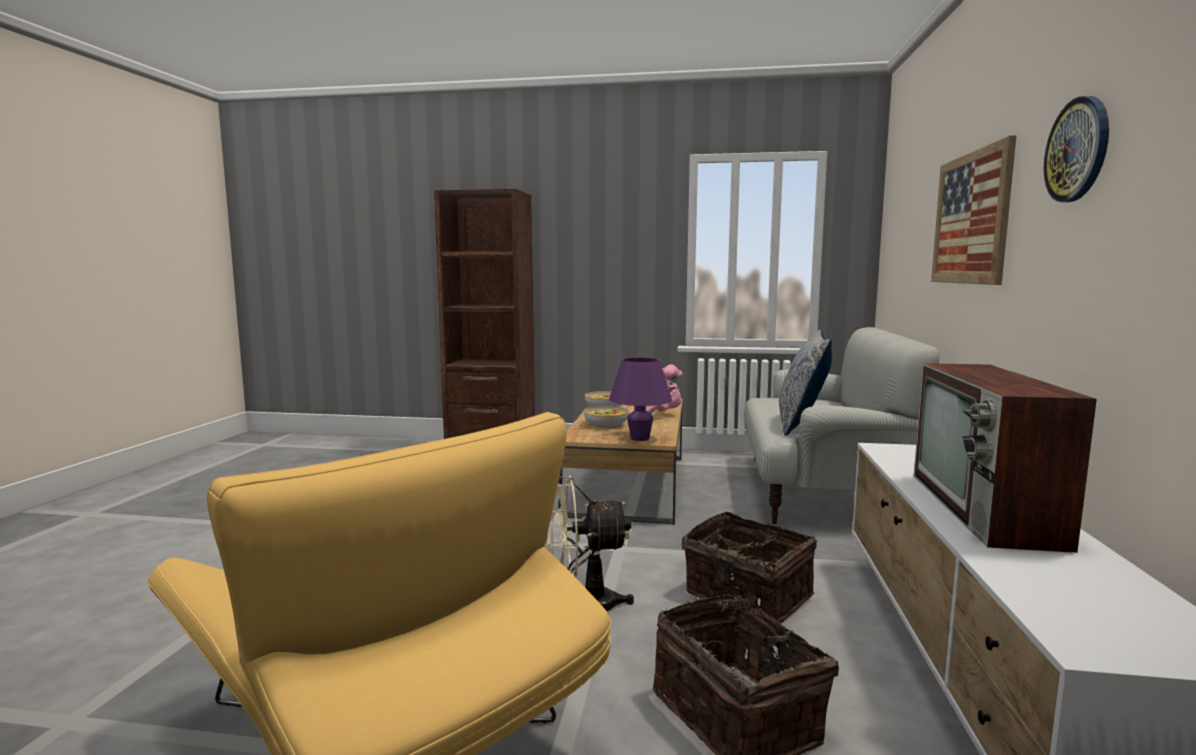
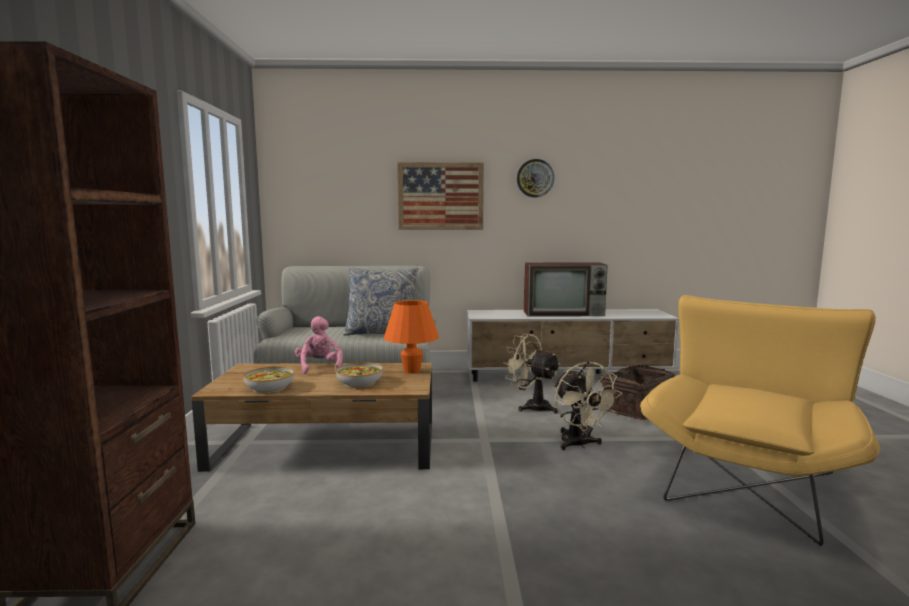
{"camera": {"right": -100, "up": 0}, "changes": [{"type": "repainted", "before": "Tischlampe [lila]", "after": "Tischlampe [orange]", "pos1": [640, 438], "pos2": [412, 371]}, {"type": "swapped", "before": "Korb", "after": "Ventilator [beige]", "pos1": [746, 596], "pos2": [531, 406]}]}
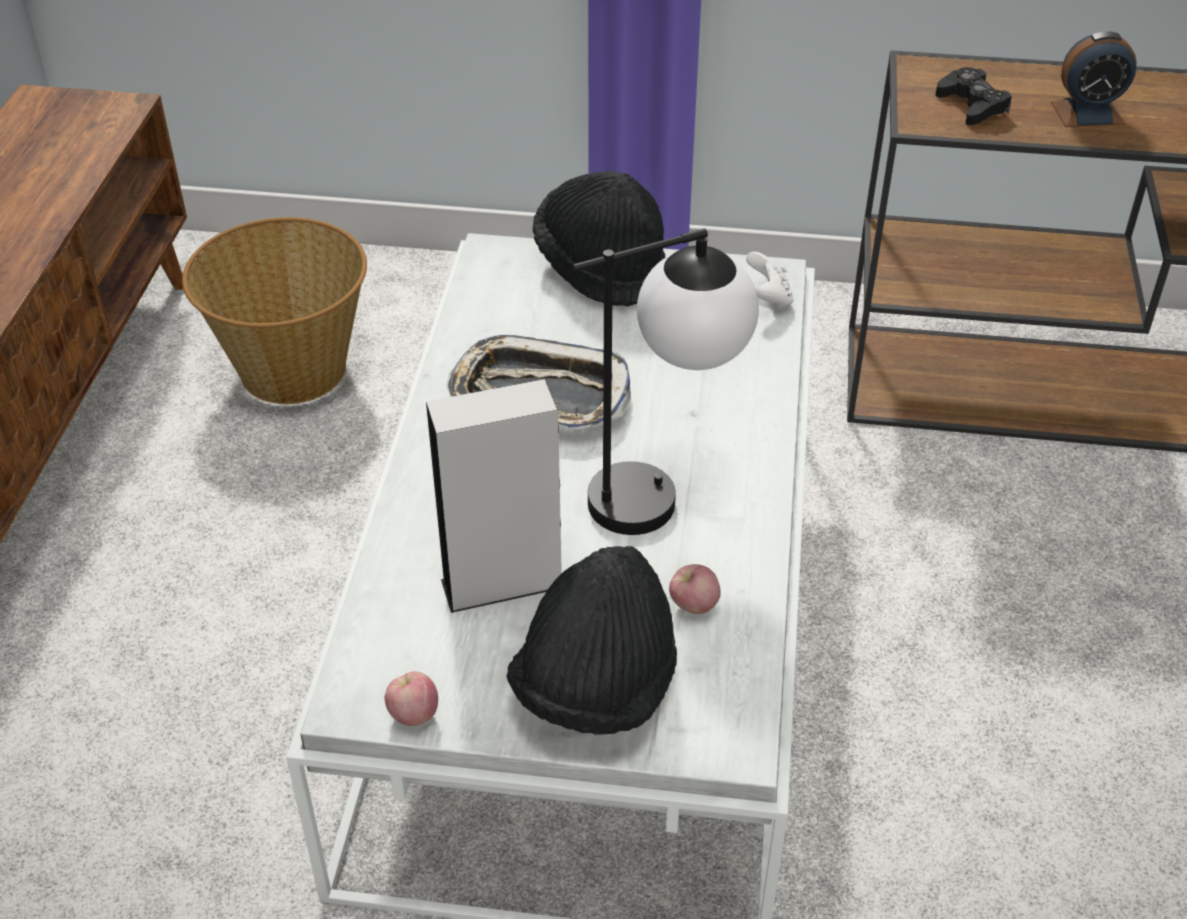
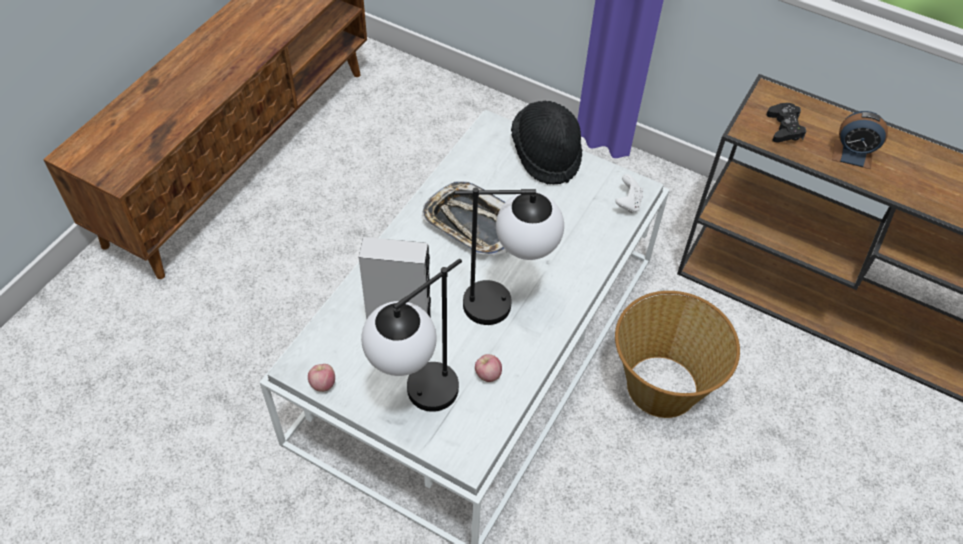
{"camera": {"right": 20, "up": 10}, "changes": [{"type": "shifted", "before": "Korb", "pos1": [292, 368], "pos2": [661, 385]}, {"type": "swapped", "before": "Hut [schwarz]", "after": "Tischlampe", "pos1": [596, 687], "pos2": [416, 402]}]}
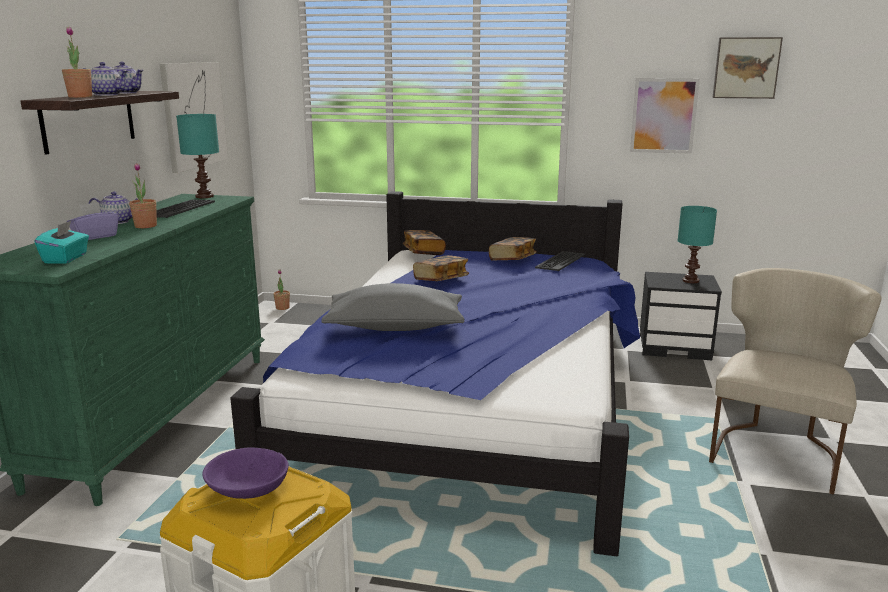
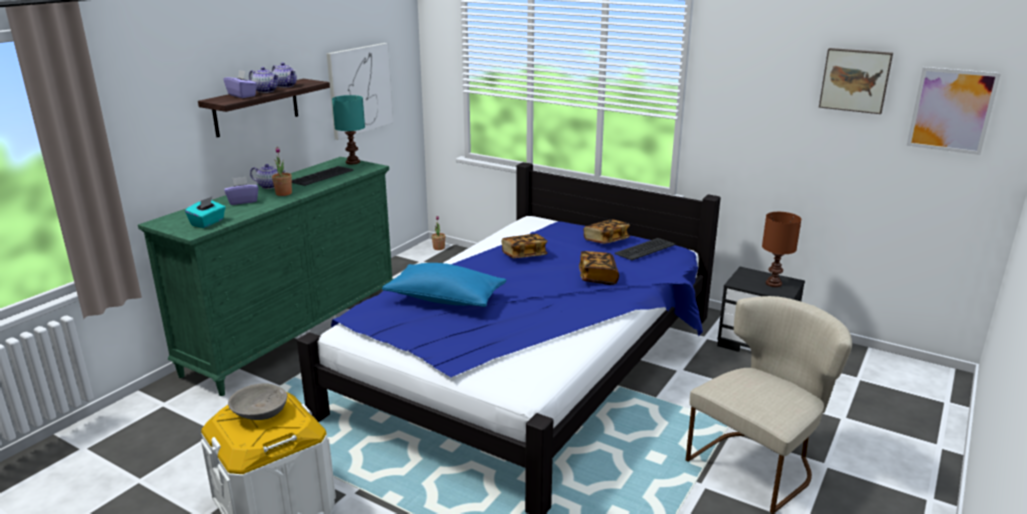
{"camera": {"right": 20, "up": 5}, "changes": [{"type": "swapped", "before": "Topfpflanze", "after": "Taschentuchbox [lila]", "pos1": [80, 97], "pos2": [242, 95]}, {"type": "repainted", "before": "Schüssel [lila]", "after": "Schüssel [grau]", "pos1": [247, 488], "pos2": [259, 412]}, {"type": "repainted", "before": "Kissen [grau]", "after": "Kissen [blau]", "pos1": [395, 327], "pos2": [445, 299]}, {"type": "shifted", "before": "Buch", "pos1": [423, 252], "pos2": [598, 277]}, {"type": "shifted", "before": "Bild", "pos1": [663, 115], "pos2": [951, 110]}, {"type": "repainted", "before": "Tischlampe [türkis]", "after": "Tischlampe [braun]", "pos1": [691, 280], "pos2": [774, 283]}]}
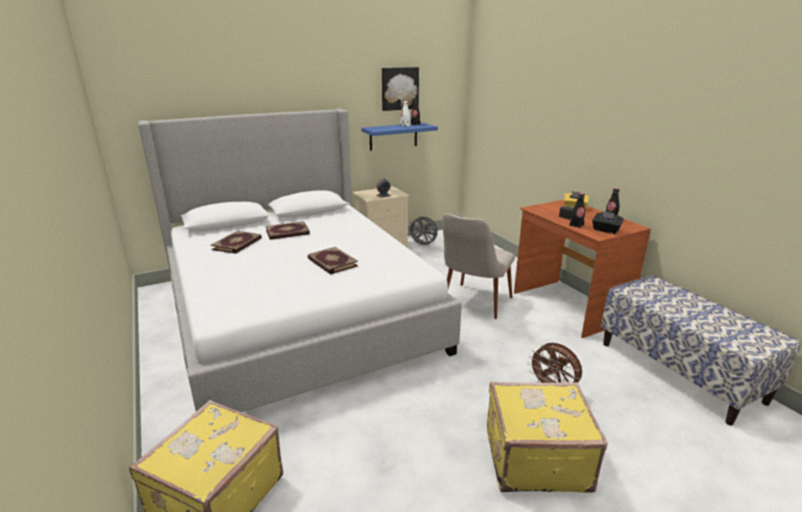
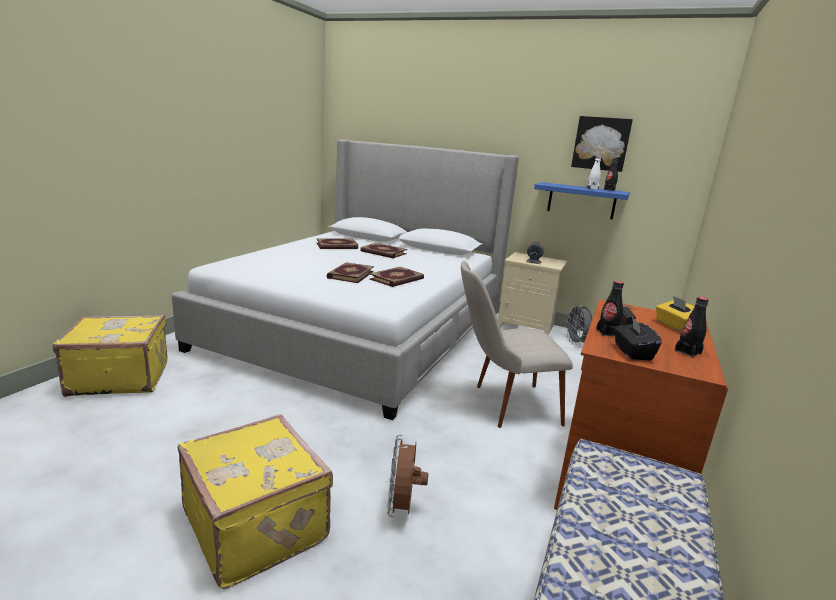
{"camera": {"right": 50, "up": -5}, "changes": [{"type": "new", "after": "Buch", "pos2": [397, 279]}]}
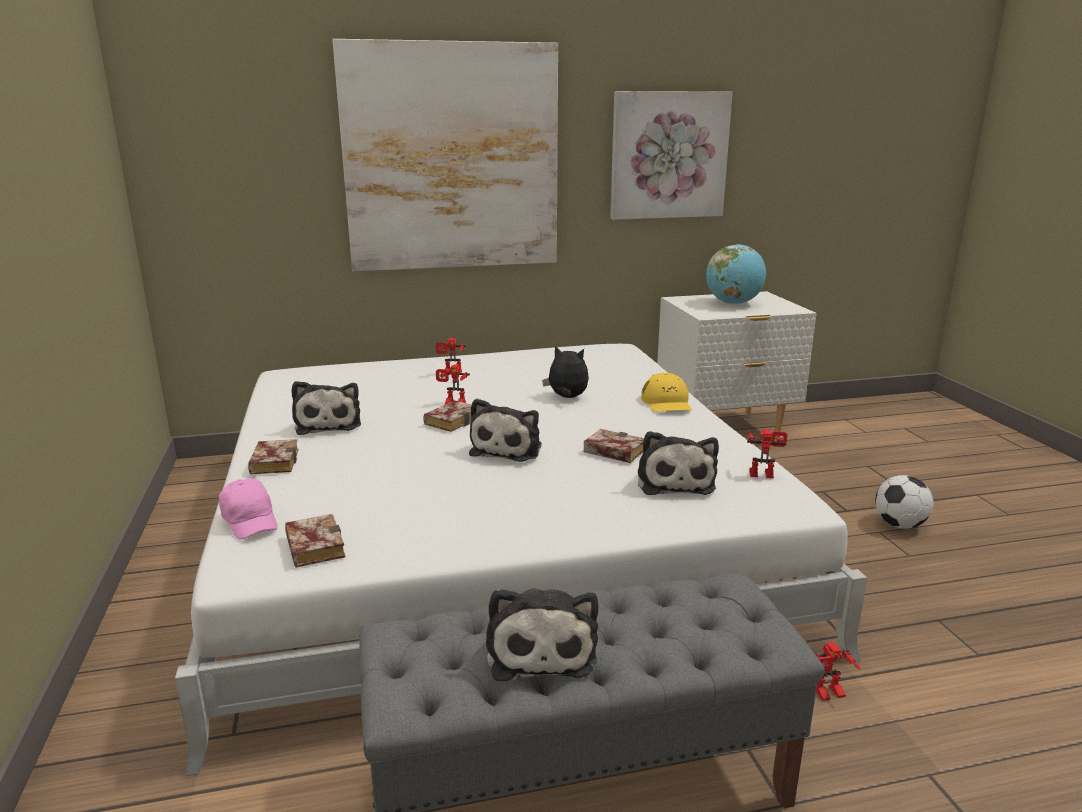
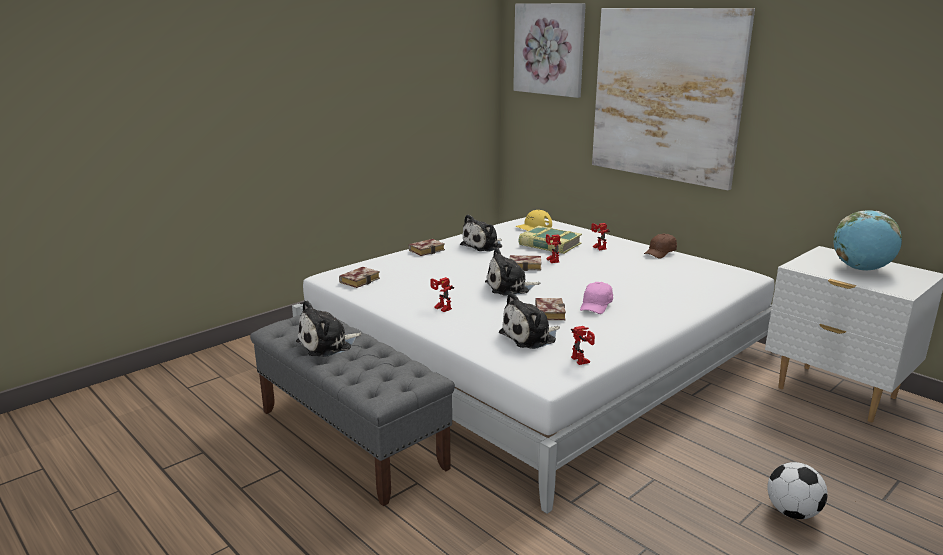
{"camera": {"right": 60, "up": 0}, "changes": [{"type": "shifted", "before": "Kappe [rosa]", "pos1": [250, 521], "pos2": [596, 306]}, {"type": "gone", "before": "Plüschtier", "pos1": [567, 397]}, {"type": "shifted", "before": "Bild", "pos1": [668, 155], "pos2": [549, 49]}, {"type": "shifted", "before": "Kappe [gelb]", "pos1": [667, 402], "pos2": [534, 226]}, {"type": "shifted", "before": "Spielzeugroboter", "pos1": [829, 695], "pos2": [440, 308]}, {"type": "new", "after": "Buch", "pos2": [549, 245]}, {"type": "new", "after": "Kappe [braun]", "pos2": [660, 253]}]}
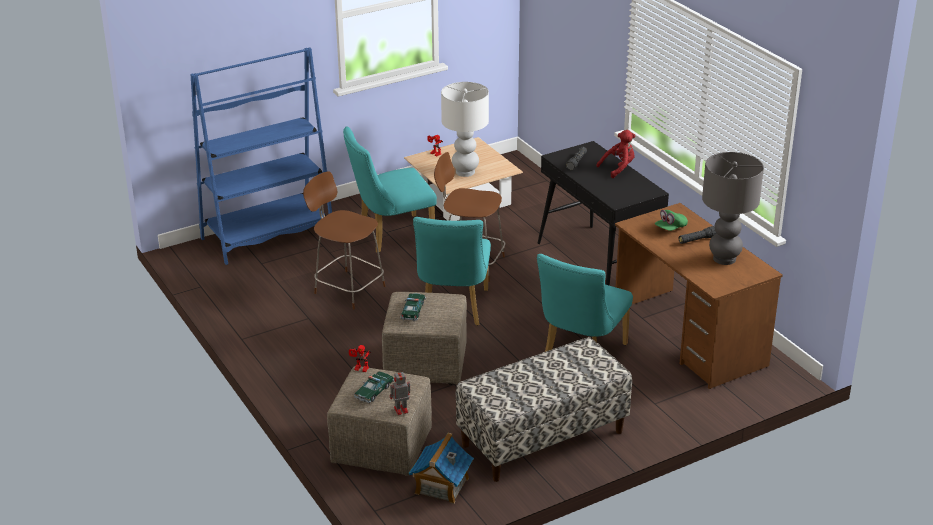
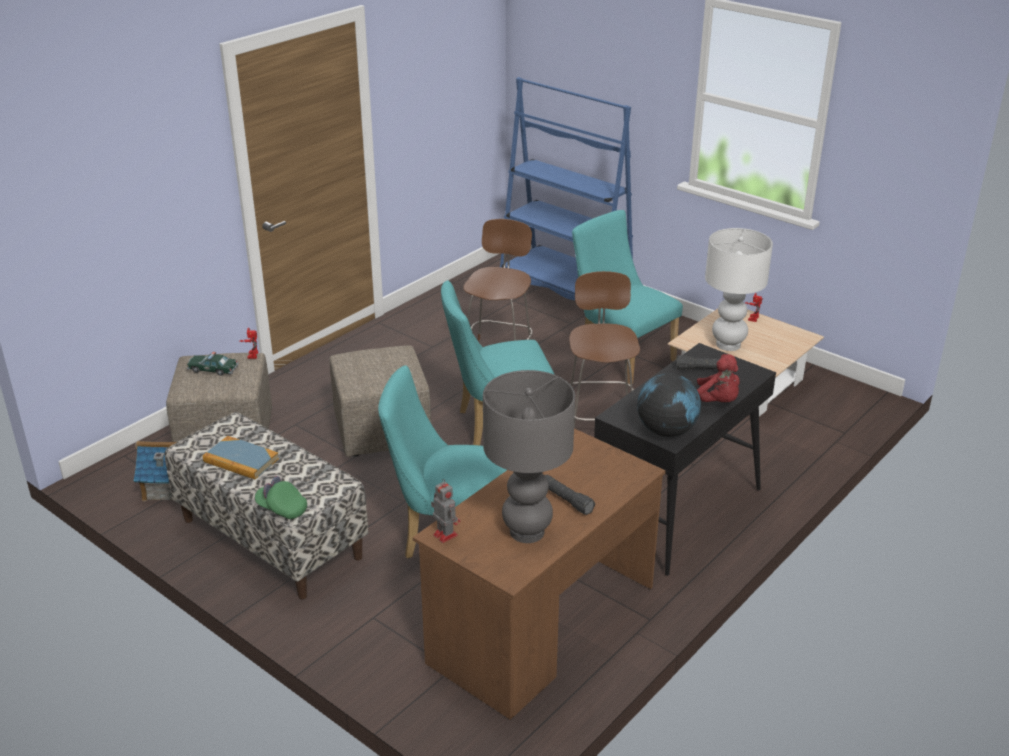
{"camera": {"right": 70, "up": 0}, "changes": [{"type": "shifted", "before": "Spielzeugroboter", "pos1": [400, 410], "pos2": [444, 534]}, {"type": "gone", "before": "Spielzeugauto", "pos1": [413, 311]}, {"type": "shifted", "before": "Kappe [grün]", "pos1": [670, 228], "pos2": [282, 508]}, {"type": "new", "after": "Buch", "pos2": [241, 460]}, {"type": "new", "after": "Globus", "pos2": [666, 431]}]}
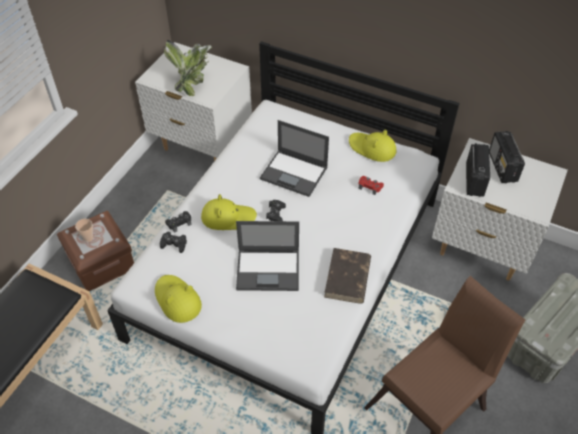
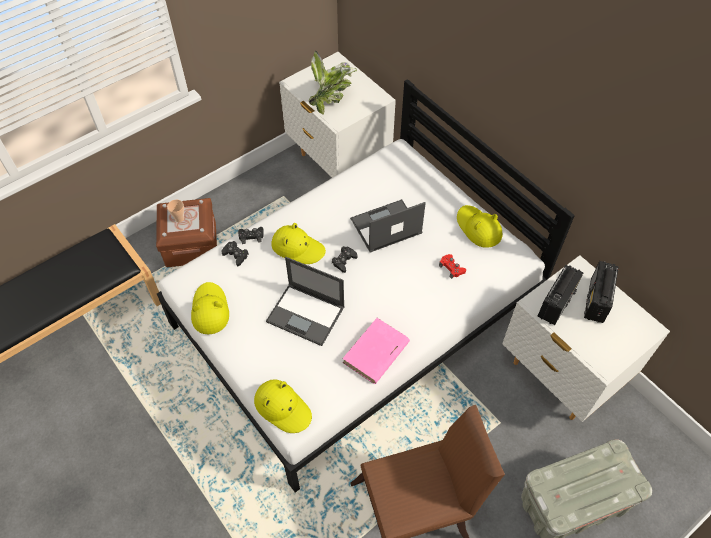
{"camera": {"right": 25, "up": 5}, "changes": [{"type": "rotated", "before": "Laptop", "pos1": [294, 173], "pos2": [385, 226], "turn": 105}, {"type": "repainted", "before": "Buch [braun]", "after": "Buch [rosa]", "pos1": [347, 278], "pos2": [375, 353]}, {"type": "new", "after": "Hut [gelb]", "pos2": [283, 408]}]}
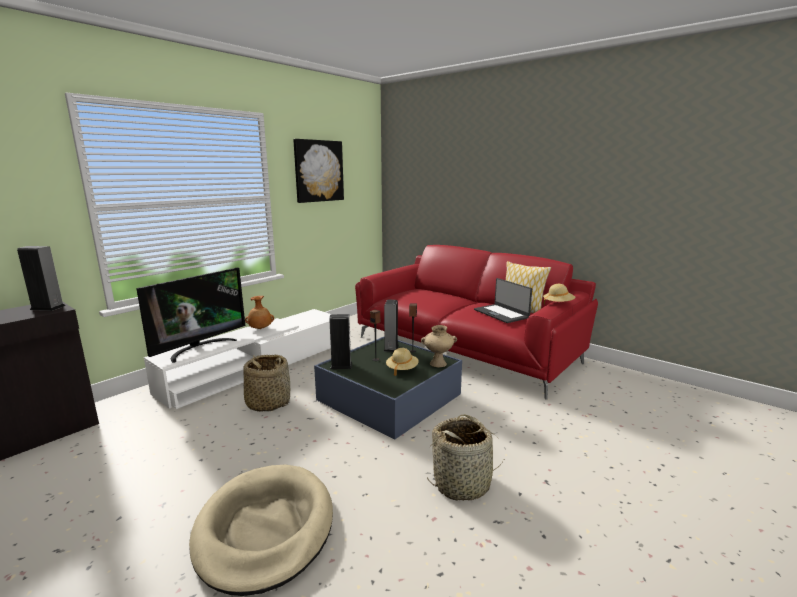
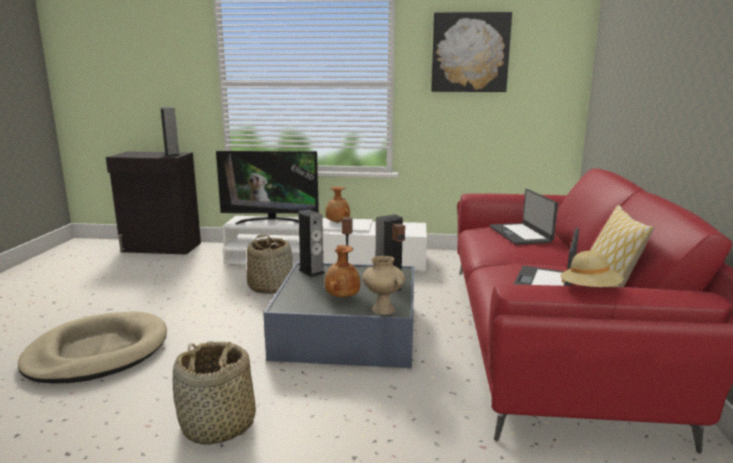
{"camera": {"right": 55, "up": 0}, "changes": [{"type": "swapped", "before": "Hut [beige]", "after": "Vase [braun]", "pos1": [402, 369], "pos2": [342, 297]}, {"type": "new", "after": "Laptop", "pos2": [520, 234]}]}
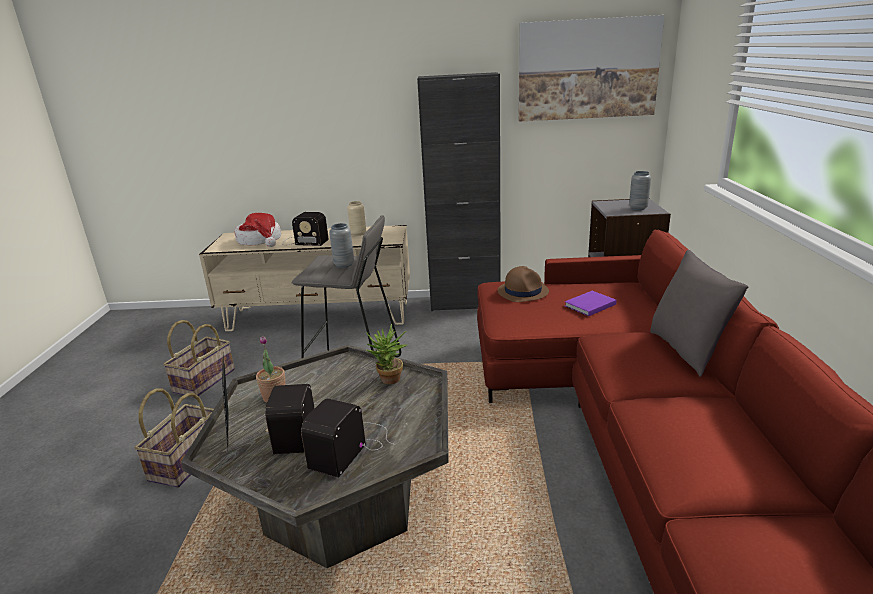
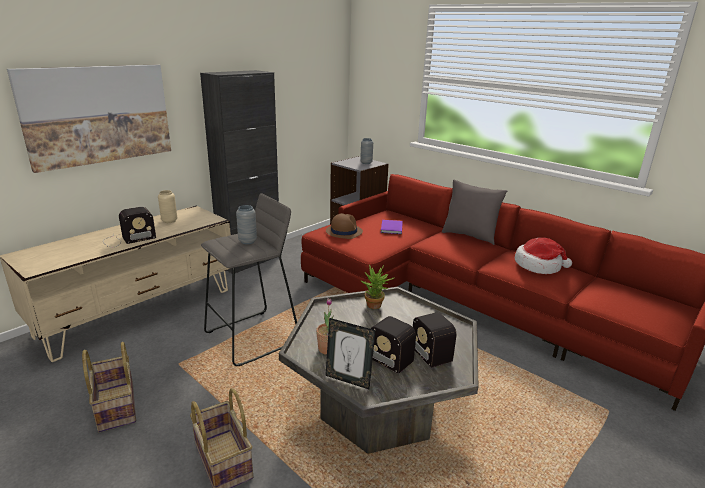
{"camera": {"right": -50, "up": 0}, "changes": [{"type": "shifted", "before": "Hut", "pos1": [260, 240], "pos2": [538, 266]}, {"type": "shifted", "before": "Bild", "pos1": [587, 69], "pos2": [98, 114]}]}
